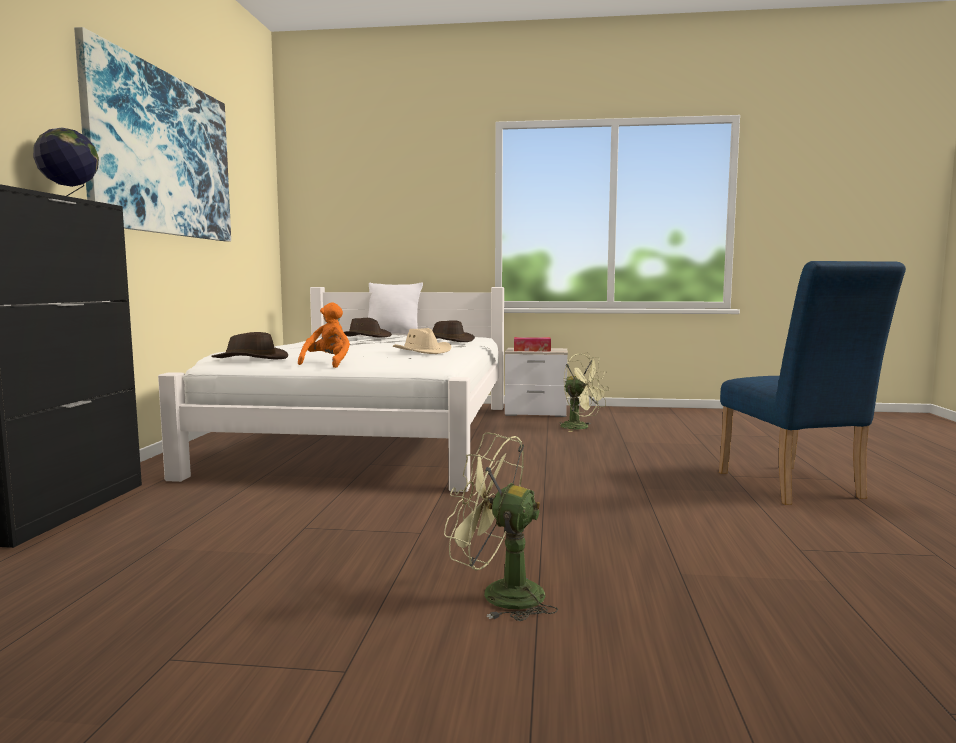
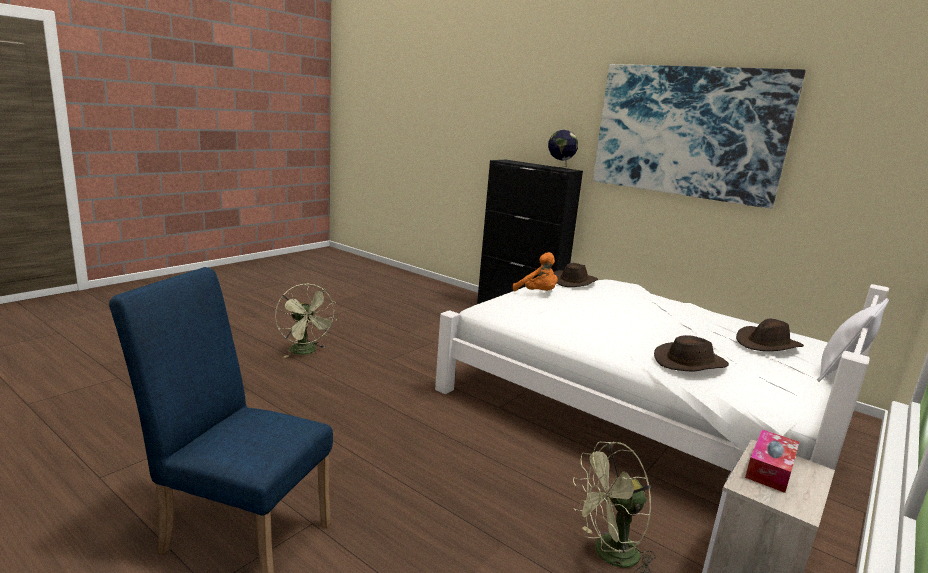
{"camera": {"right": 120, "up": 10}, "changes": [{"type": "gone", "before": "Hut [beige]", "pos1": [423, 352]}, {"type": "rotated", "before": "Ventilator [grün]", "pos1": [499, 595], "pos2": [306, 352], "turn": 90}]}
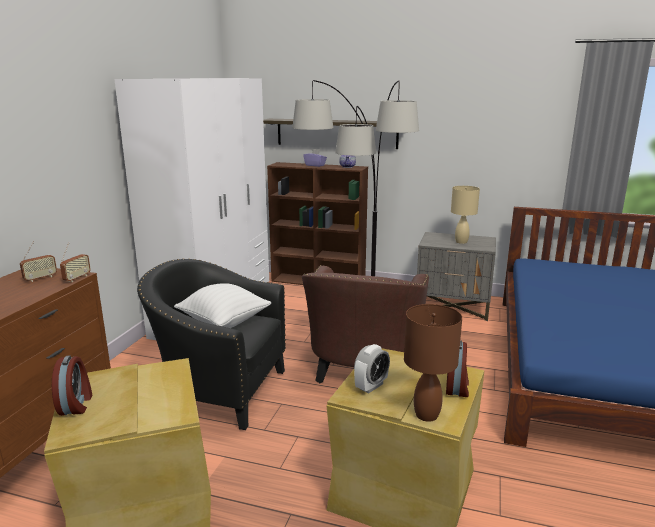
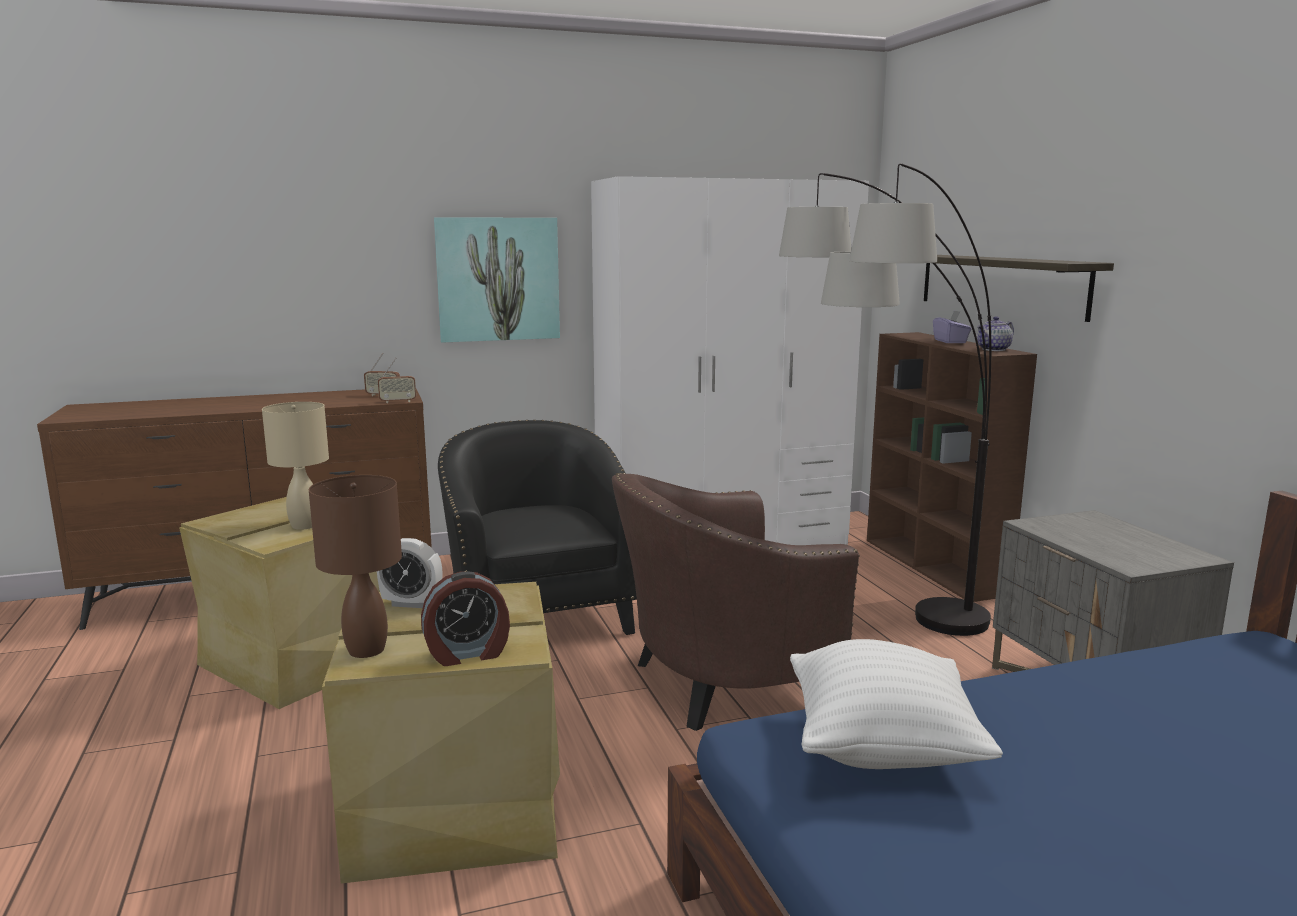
{"camera": {"right": 55, "up": -5}, "changes": [{"type": "gone", "before": "Wecker", "pos1": [76, 404]}, {"type": "shifted", "before": "Kissen [weiß]", "pos1": [224, 322], "pos2": [882, 748]}, {"type": "shifted", "before": "Tischlampe [beige]", "pos1": [461, 241], "pos2": [305, 525]}, {"type": "new", "after": "Bild", "pos2": [498, 279]}]}
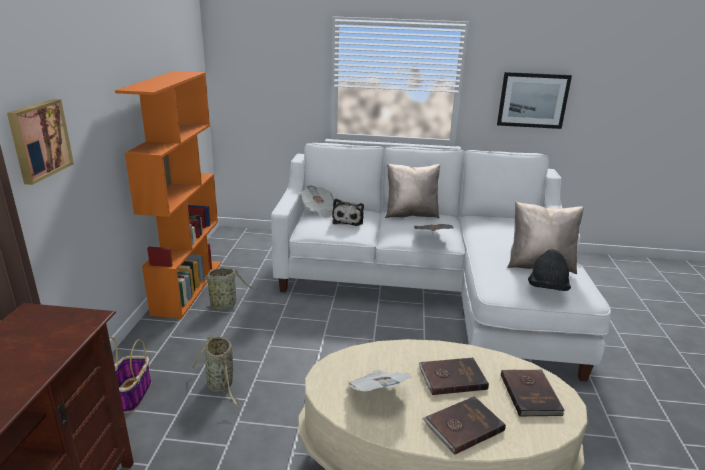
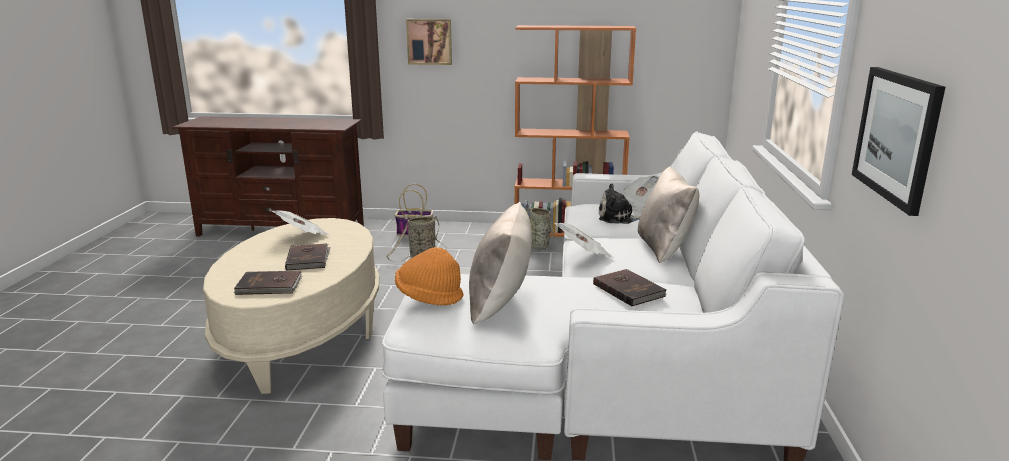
{"camera": {"right": 90, "up": -5}, "changes": [{"type": "shifted", "before": "Buch [braun]", "pos1": [463, 426], "pos2": [629, 290]}, {"type": "repainted", "before": "Hut [schwarz]", "after": "Hut [orange]", "pos1": [547, 289], "pos2": [429, 297]}]}
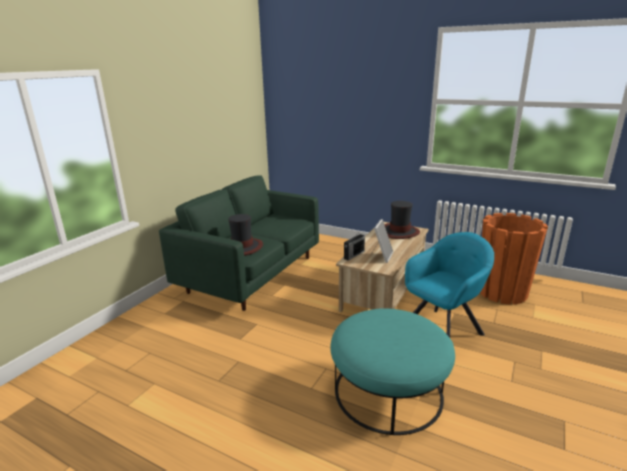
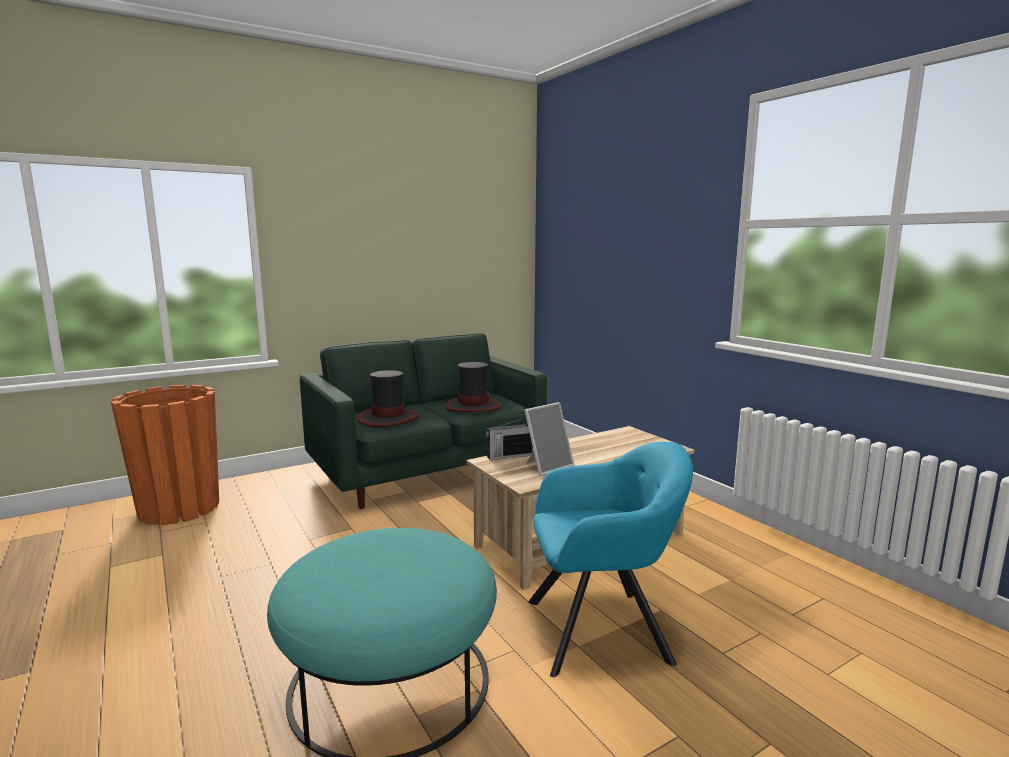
{"camera": {"right": 30, "up": -10}, "changes": [{"type": "shifted", "before": "Hut", "pos1": [399, 232], "pos2": [472, 406]}, {"type": "shifted", "before": "Pflanzkübel [orange]", "pos1": [502, 292], "pos2": [179, 508]}]}
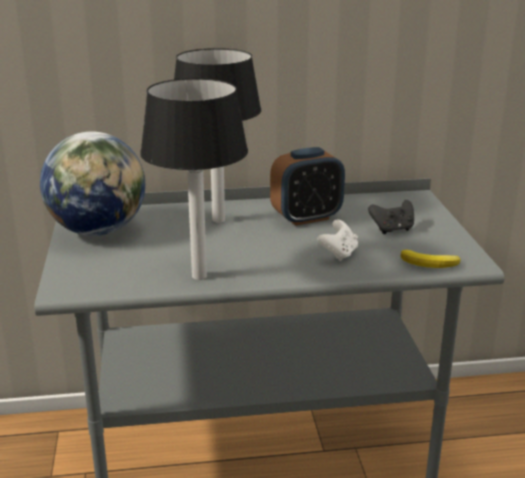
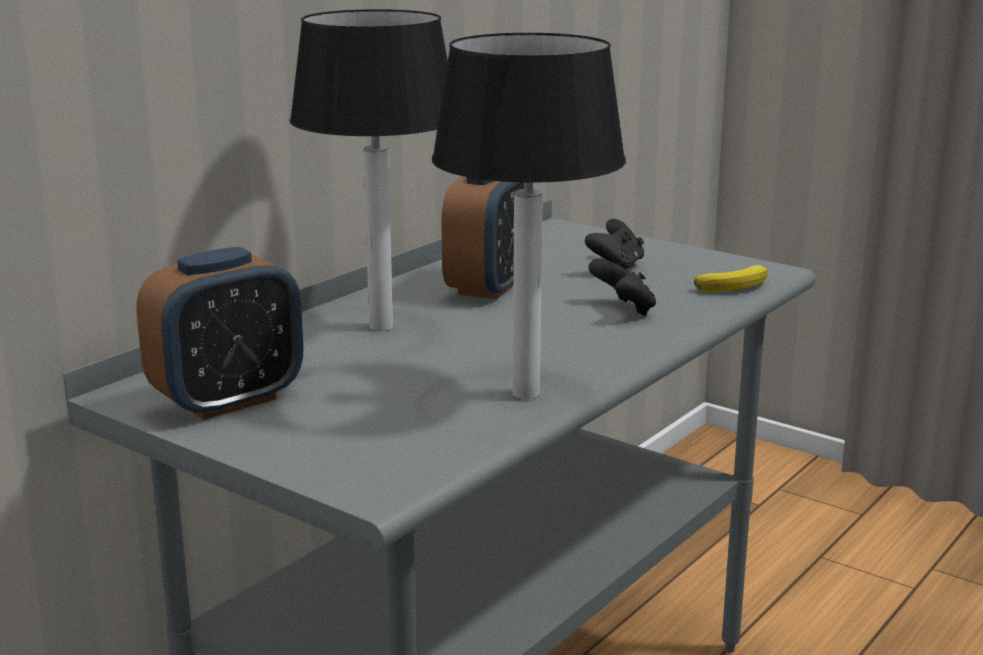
{"camera": {"right": -45, "up": -5}, "changes": [{"type": "swapped", "before": "Globus", "after": "Wecker", "pos1": [98, 231], "pos2": [228, 400]}, {"type": "repainted", "before": "Gamepad [weiß]", "after": "Gamepad [schwarz]", "pos1": [339, 254], "pos2": [624, 310]}]}
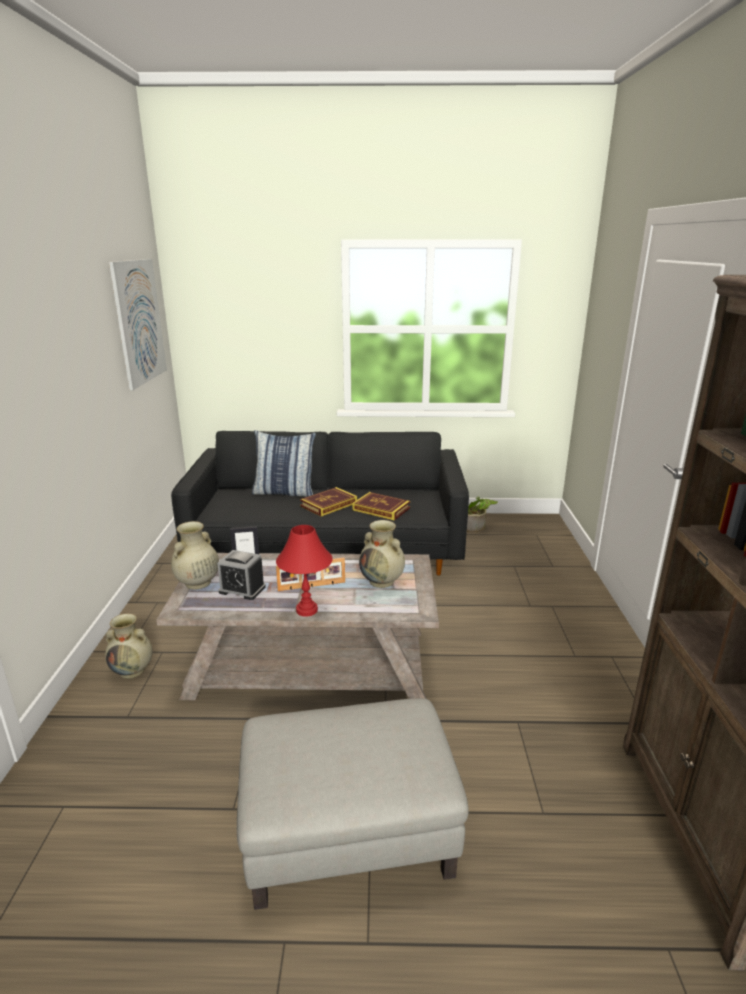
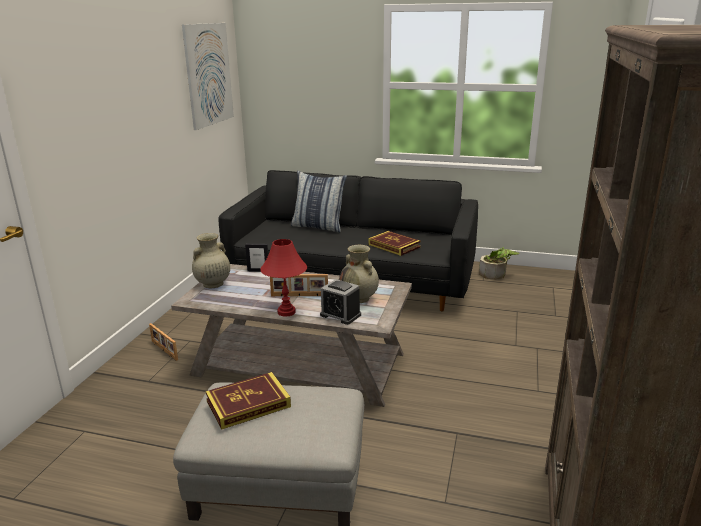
{"camera": {"right": 15, "up": 0}, "changes": [{"type": "swapped", "before": "Vase [beige]", "after": "Bilderrahmen", "pos1": [133, 670], "pos2": [163, 350]}, {"type": "shifted", "before": "Wecker", "pos1": [242, 589], "pos2": [340, 315]}, {"type": "shifted", "before": "Buch", "pos1": [329, 504], "pos2": [248, 404]}]}
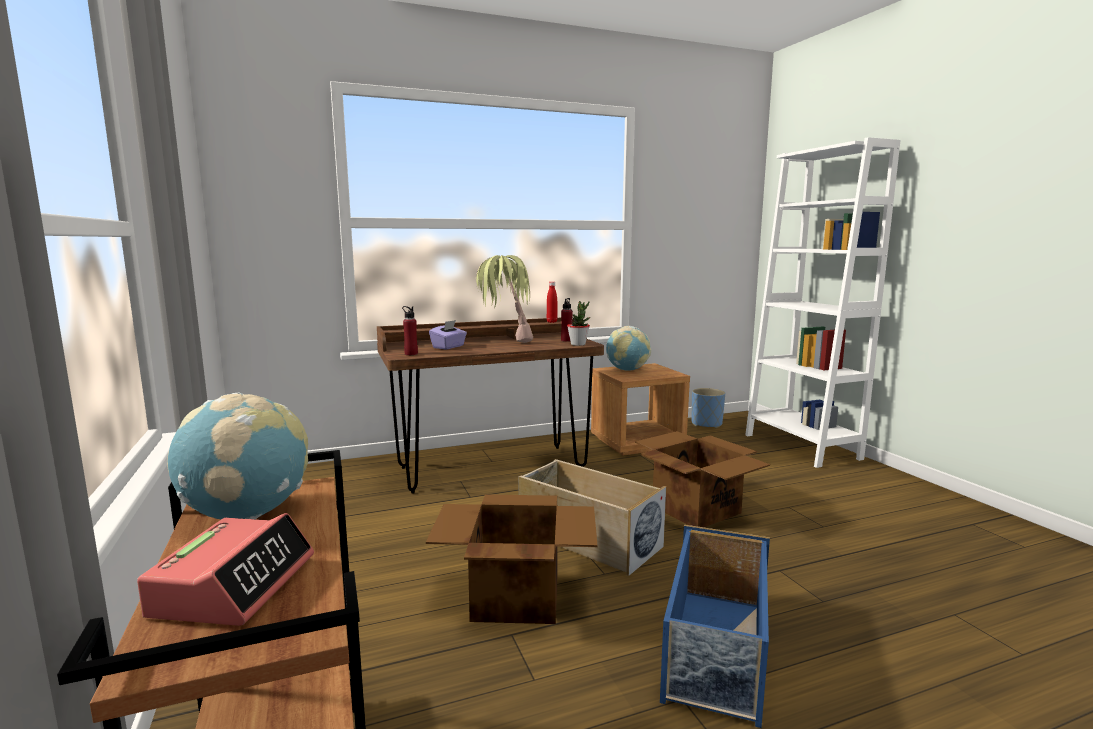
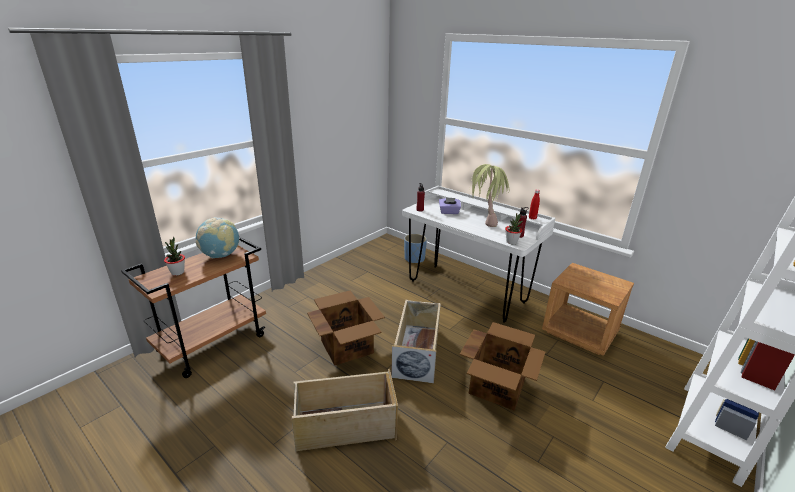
{"camera": {"right": 60, "up": 15}, "changes": [{"type": "swapped", "before": "Wecker", "after": "Topfpflanze", "pos1": [235, 585], "pos2": [177, 272]}, {"type": "repainted", "before": "Schreibtisch [braun]", "after": "Schreibtisch [weiß]", "pos1": [491, 468], "pos2": [466, 291]}, {"type": "gone", "before": "Globus", "pos1": [627, 370]}, {"type": "repainted", "before": "Aufbewahrungsbox [blau]", "after": "Aufbewahrungsbox [beige]", "pos1": [716, 651], "pos2": [344, 426]}, {"type": "shifted", "before": "Pflanzkübel [blau]", "pos1": [706, 424], "pos2": [414, 259]}]}
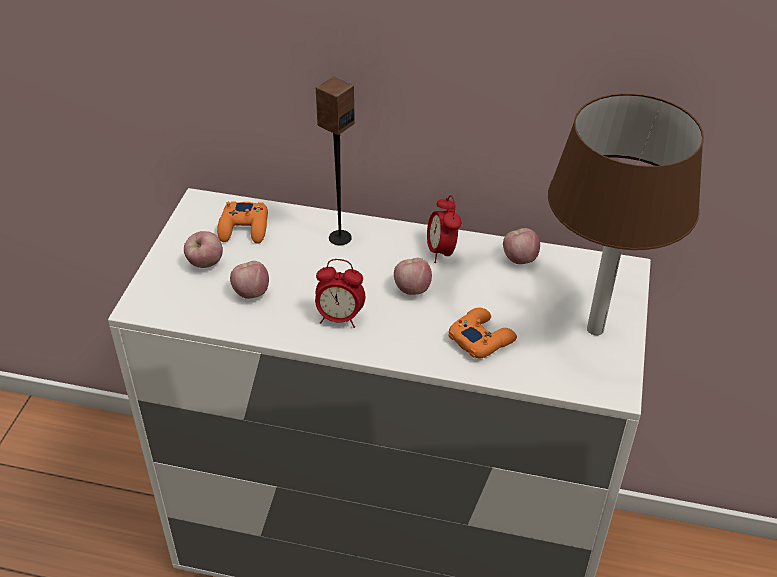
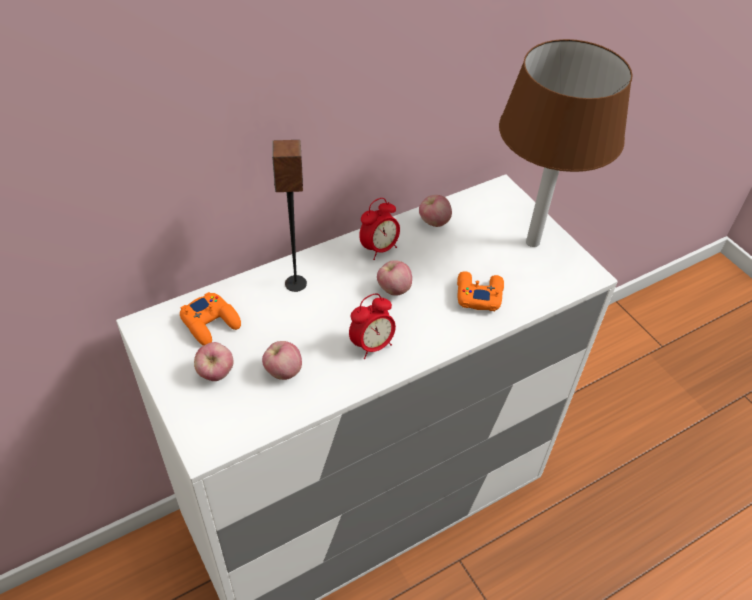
{"camera": {"right": -45, "up": 5}, "changes": [{"type": "rotated", "before": "Wecker", "pos1": [441, 252], "pos2": [379, 249], "turn": -75}]}
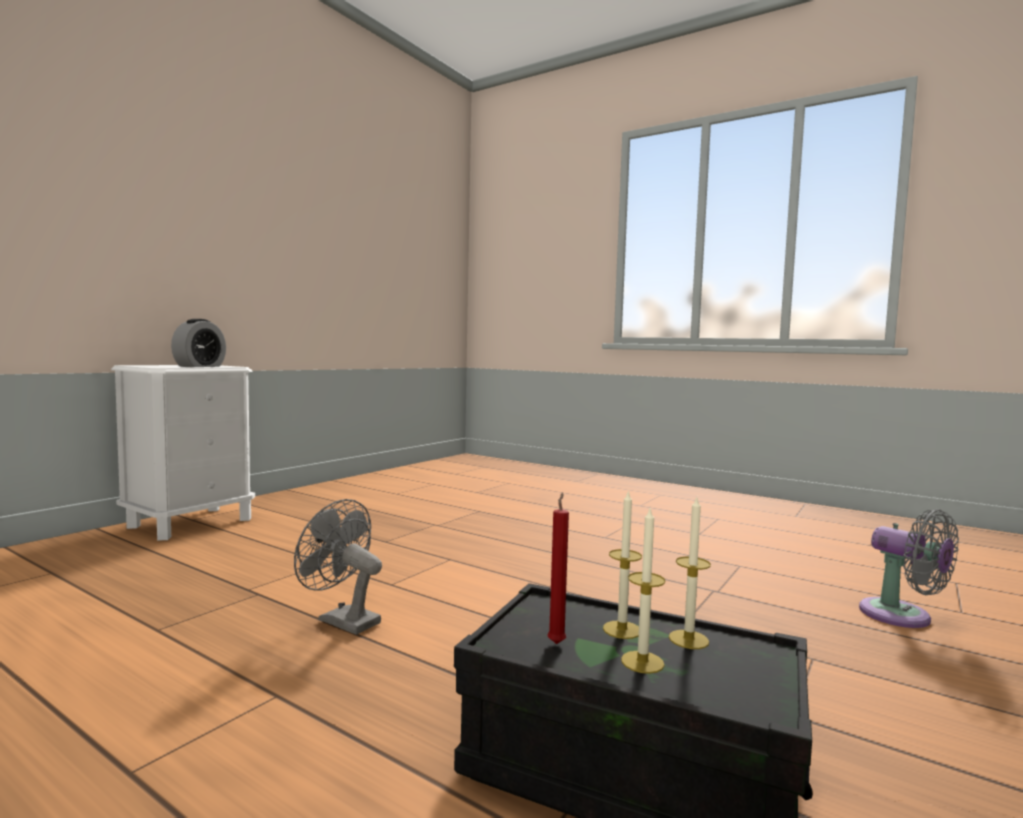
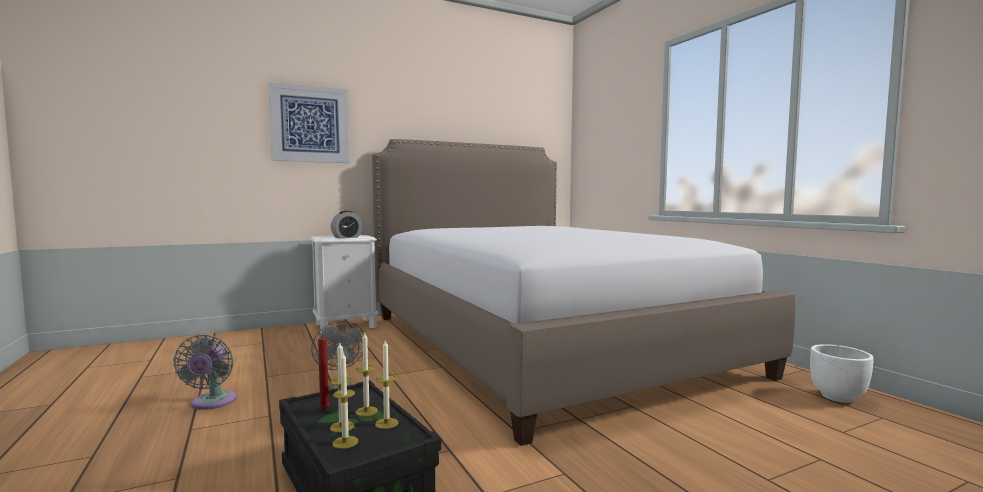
{"camera": {"right": 30, "up": 0}, "changes": [{"type": "shifted", "before": "Ventilator [grau]", "pos1": [902, 617], "pos2": [212, 403]}, {"type": "new", "after": "Bild", "pos2": [310, 124]}, {"type": "new", "after": "Kerze", "pos2": [345, 442]}, {"type": "new", "after": "Bett", "pos2": [540, 342]}, {"type": "new", "after": "Pflanzkübel [weiß]", "pos2": [838, 397]}]}
